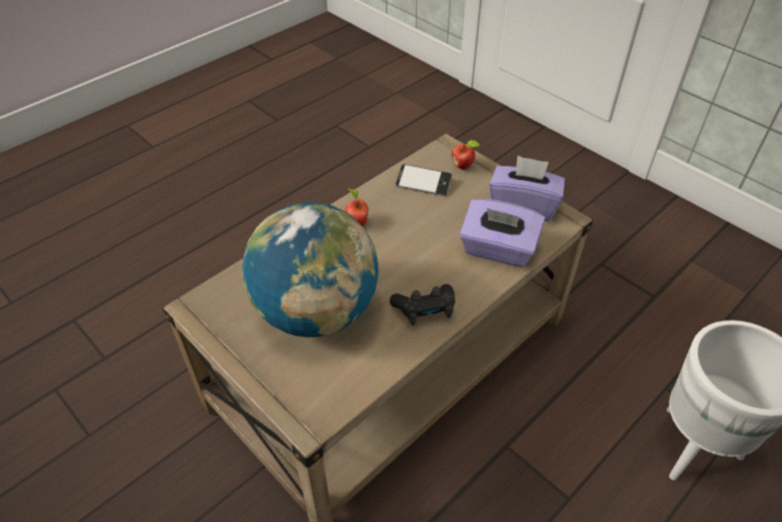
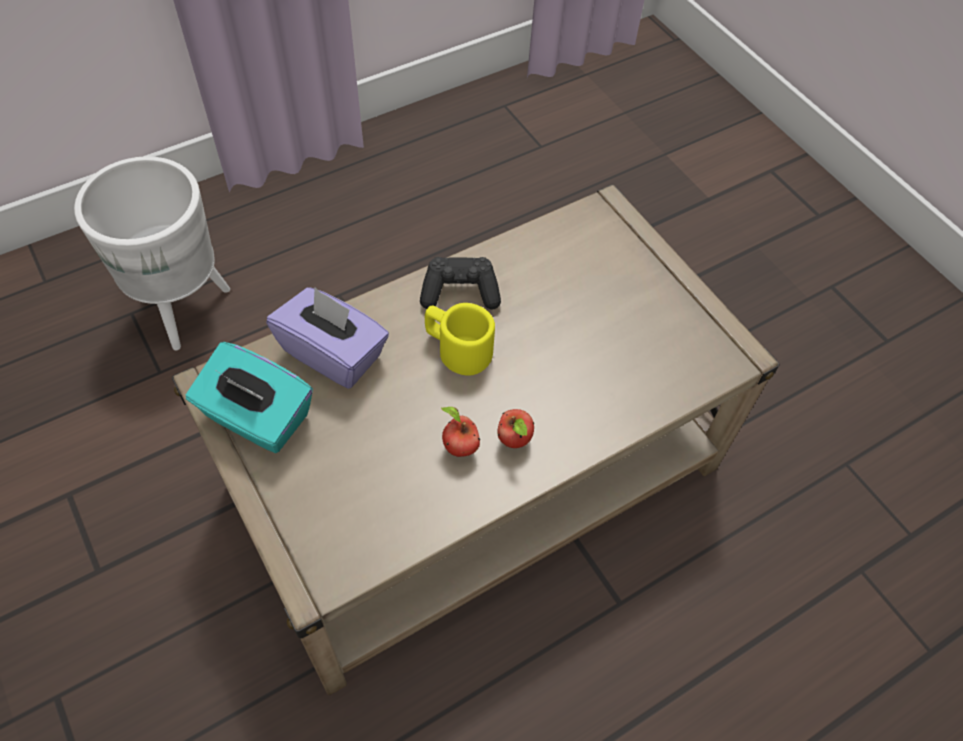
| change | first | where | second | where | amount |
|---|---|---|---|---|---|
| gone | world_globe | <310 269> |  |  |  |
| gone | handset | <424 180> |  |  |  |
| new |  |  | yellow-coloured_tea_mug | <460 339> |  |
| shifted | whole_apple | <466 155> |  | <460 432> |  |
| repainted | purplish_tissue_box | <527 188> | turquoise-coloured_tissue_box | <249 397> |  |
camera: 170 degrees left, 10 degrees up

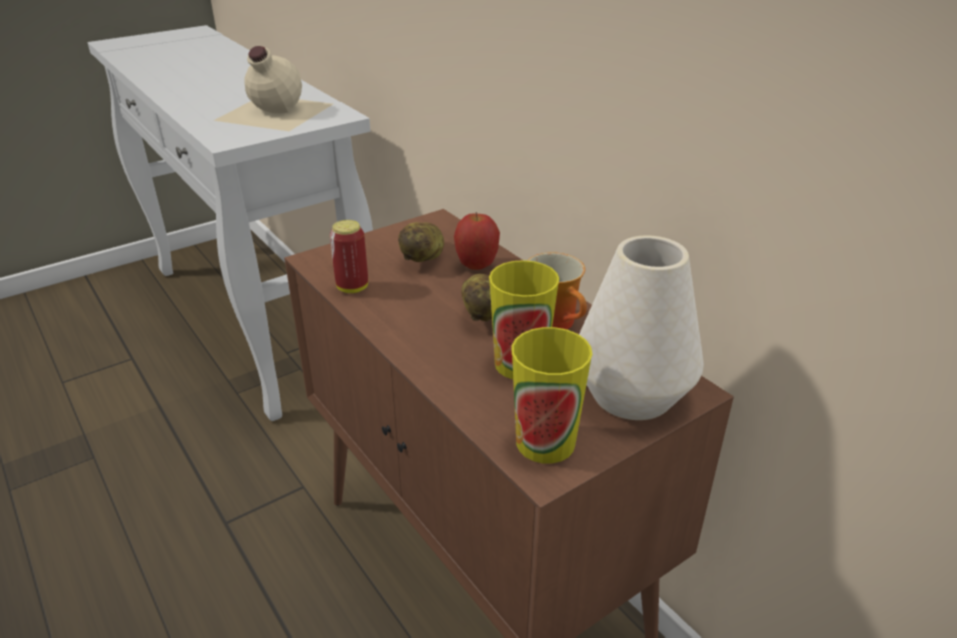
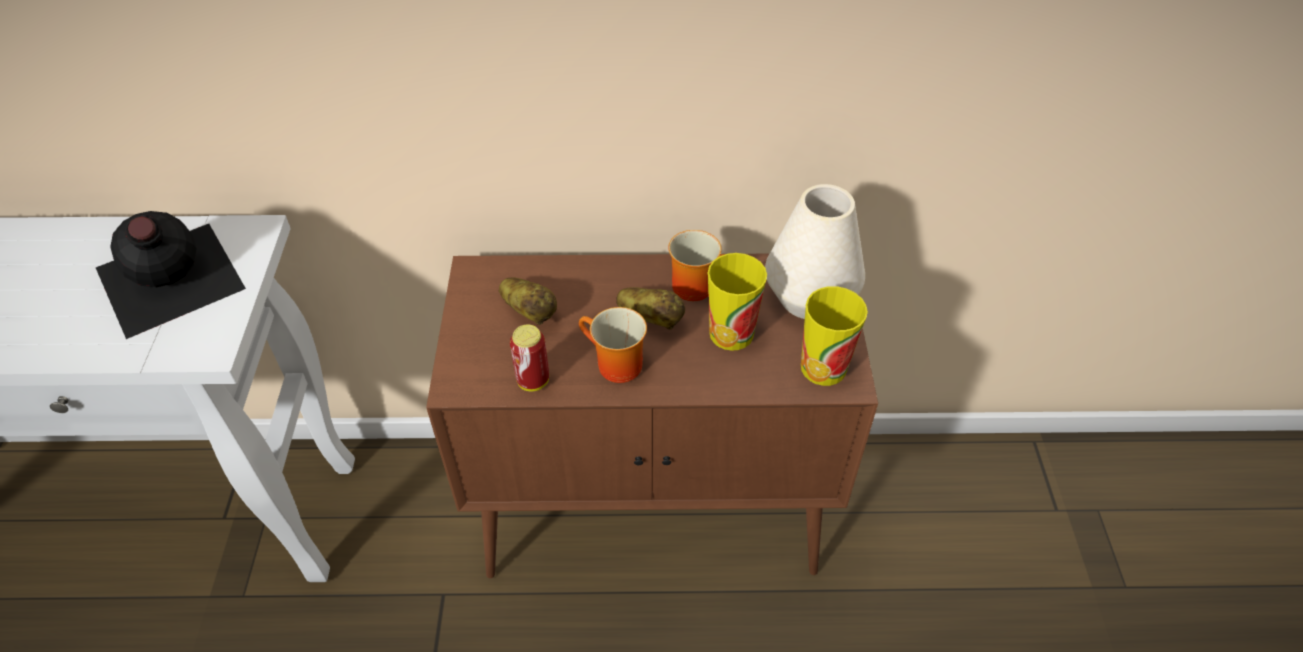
| change | first | where | second | where | amount |
|---|---|---|---|---|---|
| gone | whole_apple | <477 241> |  |  |  |
| new |  |  | tea_mug | <613 345> |  |
| repainted | sand-coloured_bottle | <273 88> | blackish_bottle | <171 275> |  |
camera: 55 degrees left, 15 degrees up

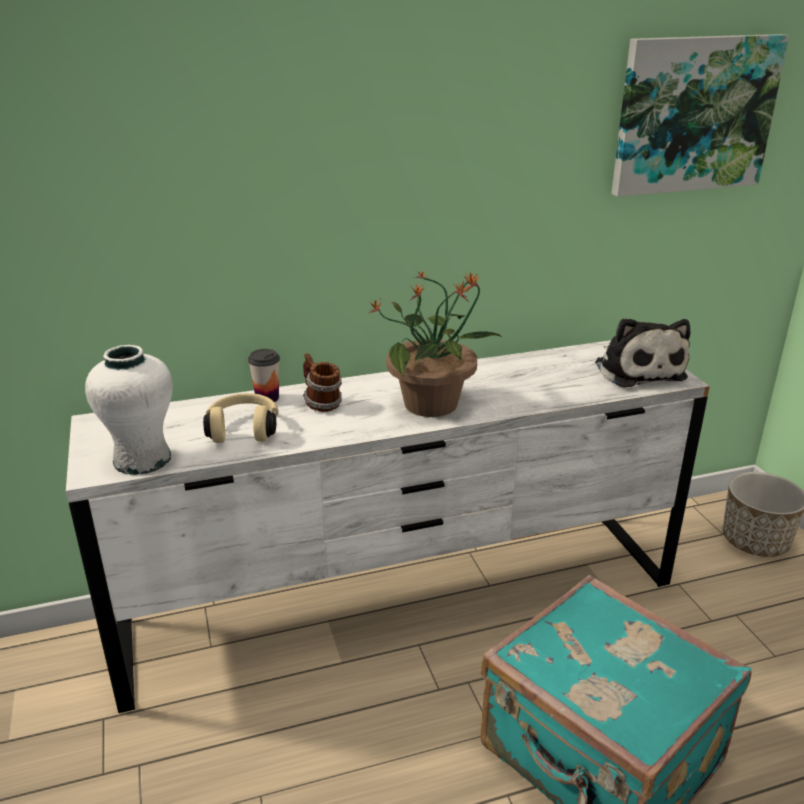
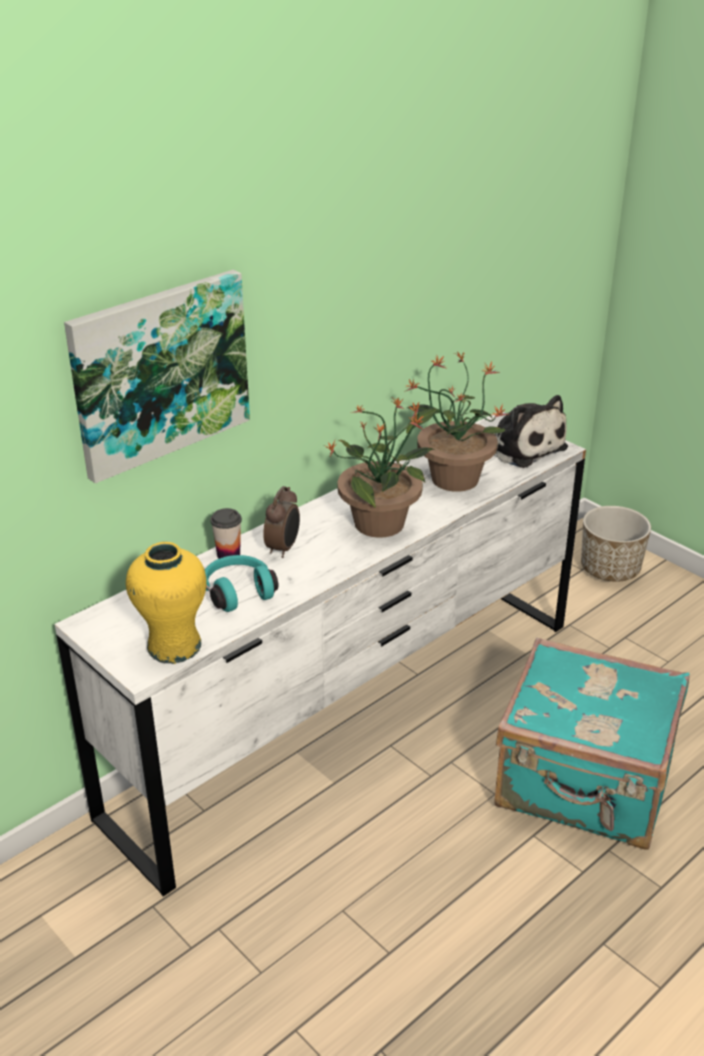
| change | first | where | second | where | amount |
|---|---|---|---|---|---|
| new |  |  | plant_in_a_pot | <456 421> |  |
| shifted | wall_art | <700 115> |  | <157 377> |  |
| swapped | tea_mug | <322 382> | alarm_clock | <281 522> |  |
| repainted | white_vase | <129 410> | yellow-coloured_vase | <166 603> |  |
| repainted | sand-coloured_pair_of_headphones | <241 418> | turquoise-coloured_pair_of_headphones | <241 583> |  |
camera: 25 degrees left, 5 degrees up

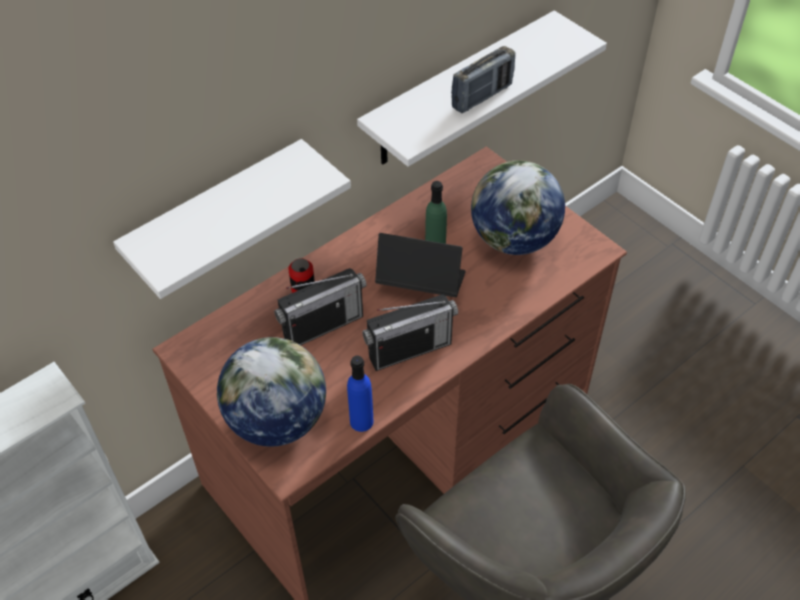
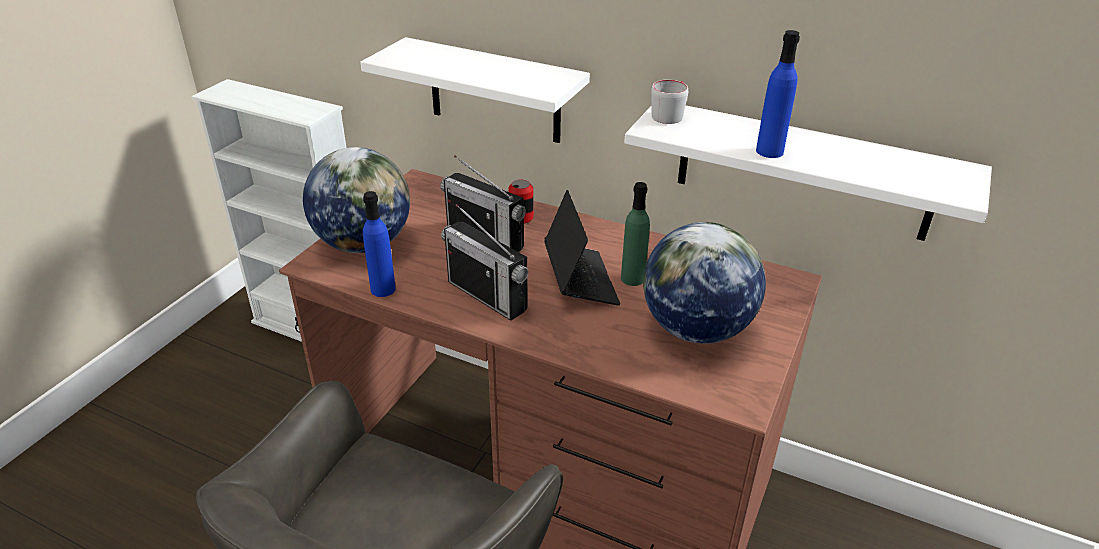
| change | first | where | second | where | amount |
|---|---|---|---|---|---|
| new |  |  | grey_tea_mug | <669 102> |  |
| swapped | radio_receiver | <483 79> | blue_bottle | <778 94> |  |
camera: 65 degrees right, 15 degrees down

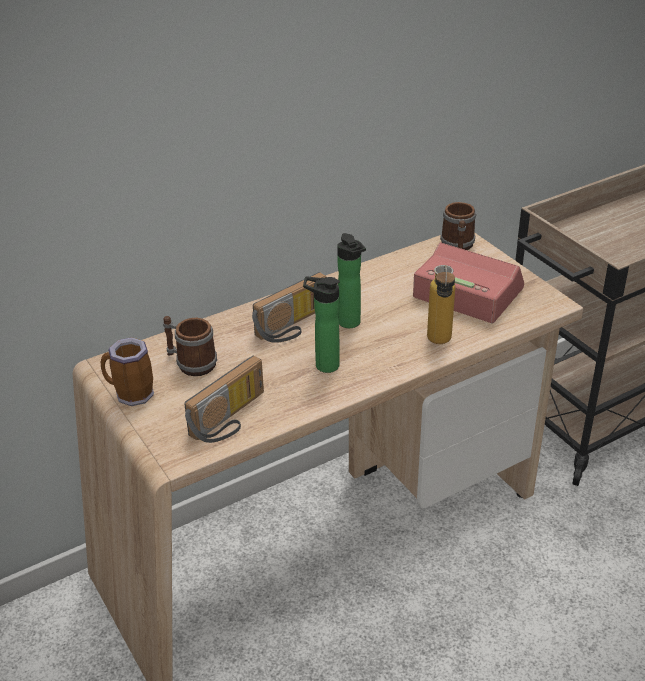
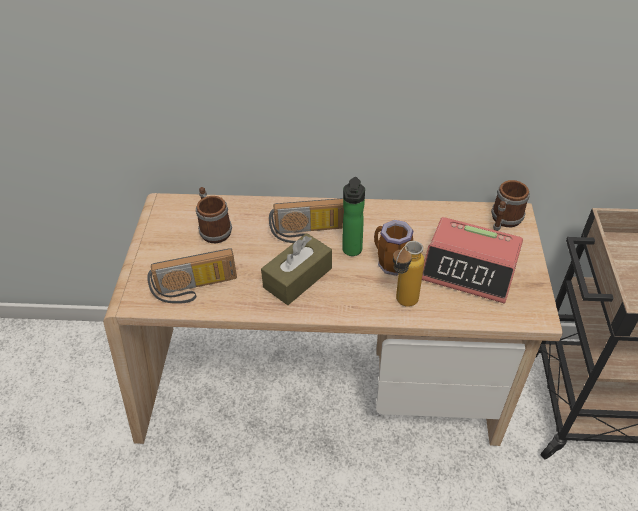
| change | first | where | second | where | amount |
|---|---|---|---|---|---|
| shifted | tea_mug | <127 371> |  | <393 248> |  |
| swapped | bottle | <321 324> | brown-coloured_tissue_box | <296 269> |  |
| rotated | alarm_clock | <468 283> |  | <472 260> | 135 degrees clockwise |
camera: 35 degrees right, 10 degrees up

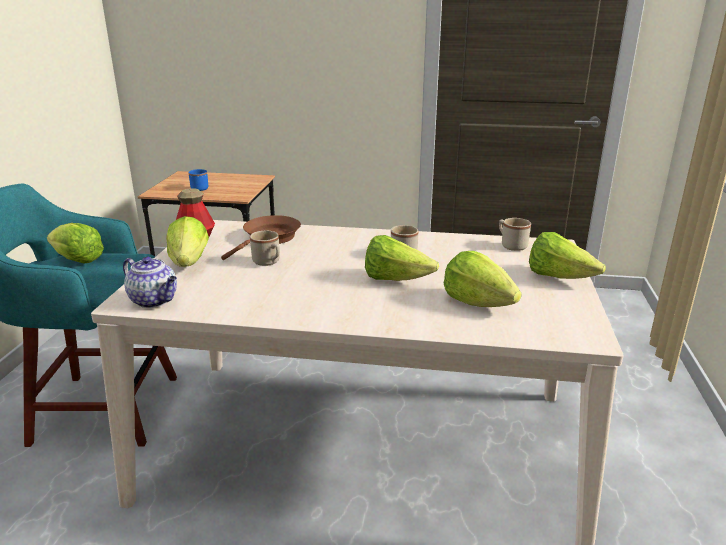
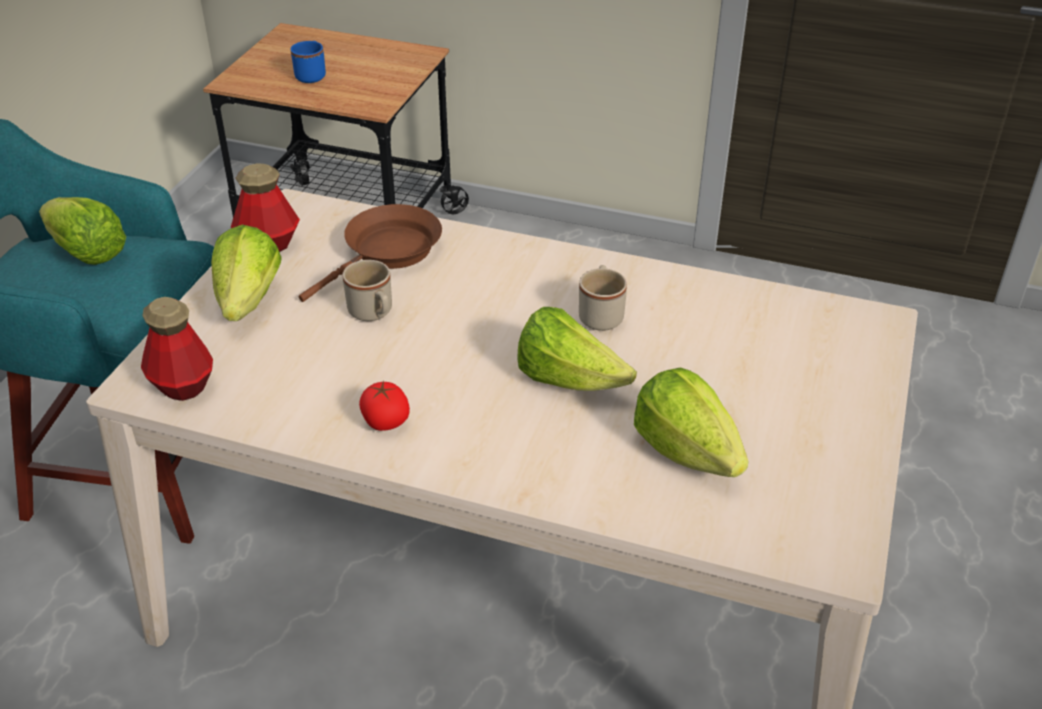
| change | first | where | second | where | amount |
|---|---|---|---|---|---|
| gone | sand-coloured_tea_mug | <515 234> |  |  |  |
| gone | head_of_lettuce | <567 255> |  |  |  |
| new |  |  | fresh_tomato | <384 406> |  |
| swapped | tea_pot | <150 282> | bottle | <177 349> |  |
camera: 10 degrees right, 15 degrees up

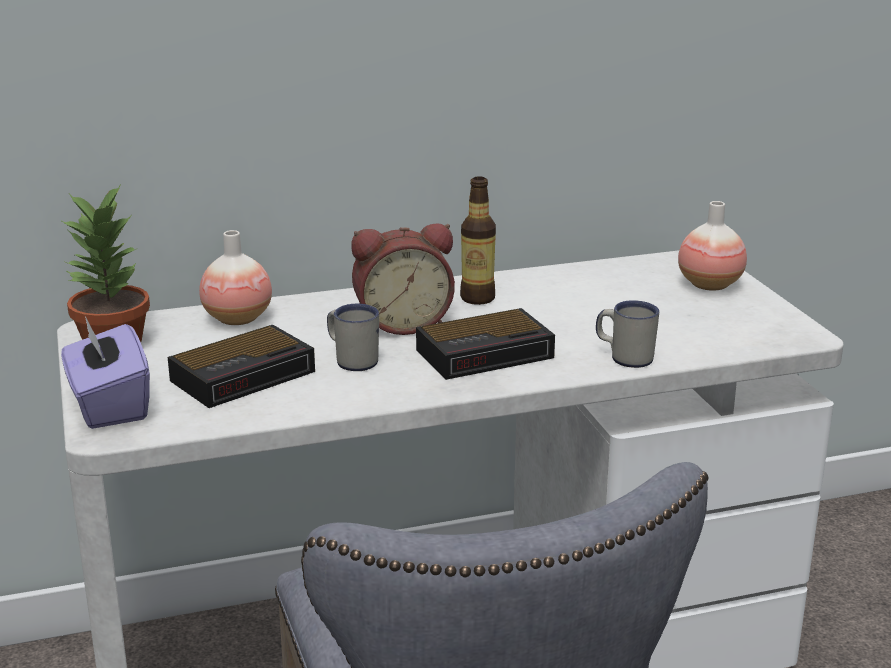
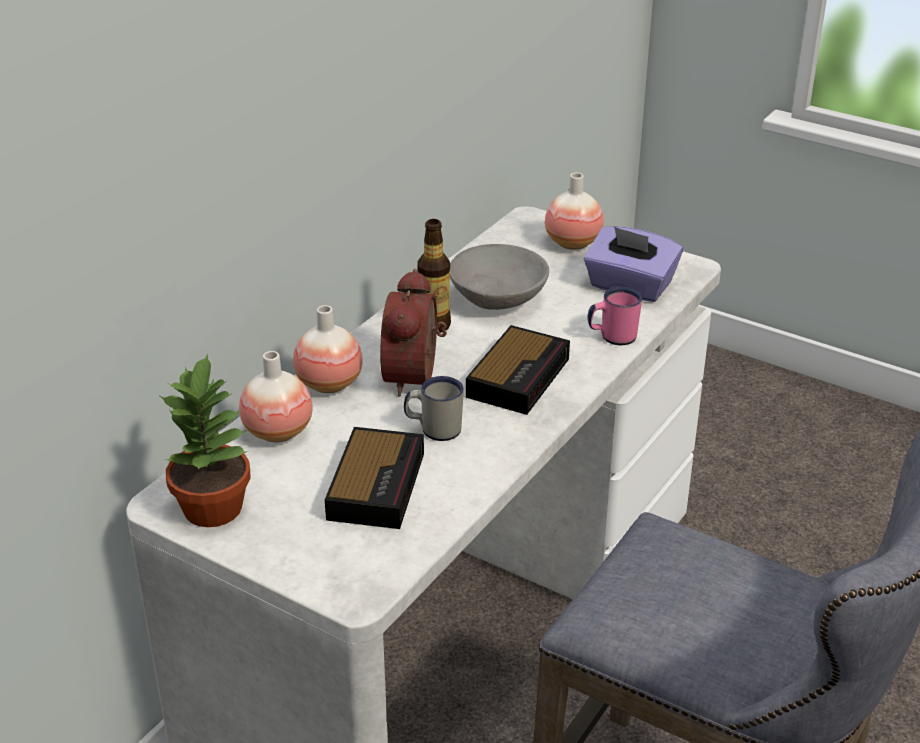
| change | first | where | second | where | amount |
|---|---|---|---|---|---|
| new |  |  | vase | <328 349> |  |
| new |  |  | grey_serving_bowl | <499 277> |  |
| shifted | purplish_tissue_box | <105 372> |  | <633 264> |  |
| repainted | white_tea_mug | <628 334> | pink_tea_mug | <615 316> |  |
| rotated | alarm_clock | <403 279> |  | <413 332> | 150 degrees clockwise |
camera: 40 degrees left, 10 degrees up

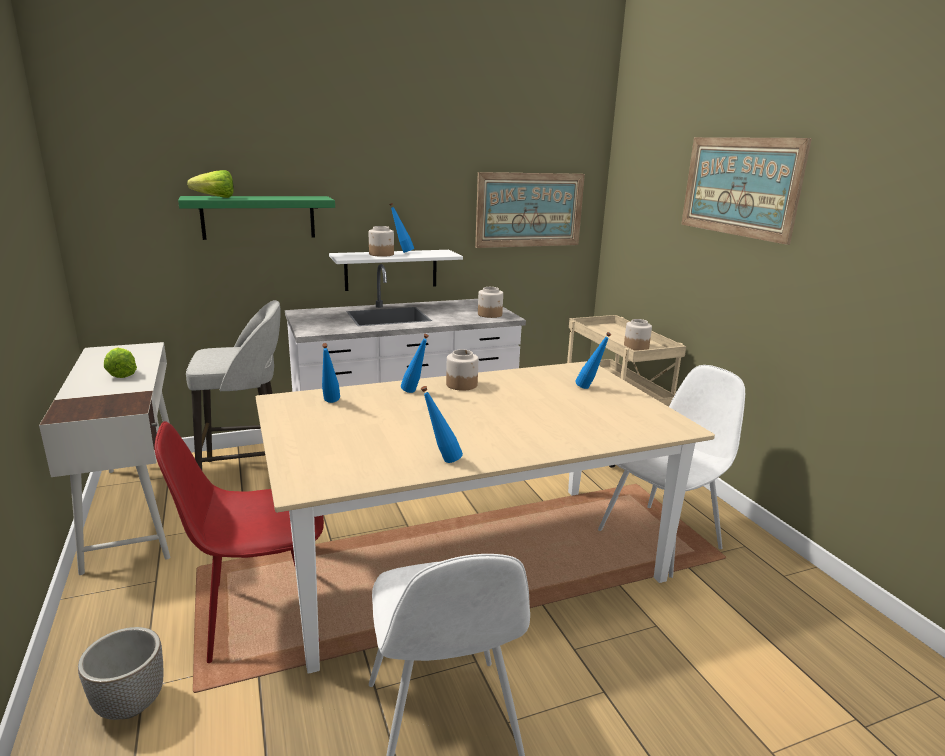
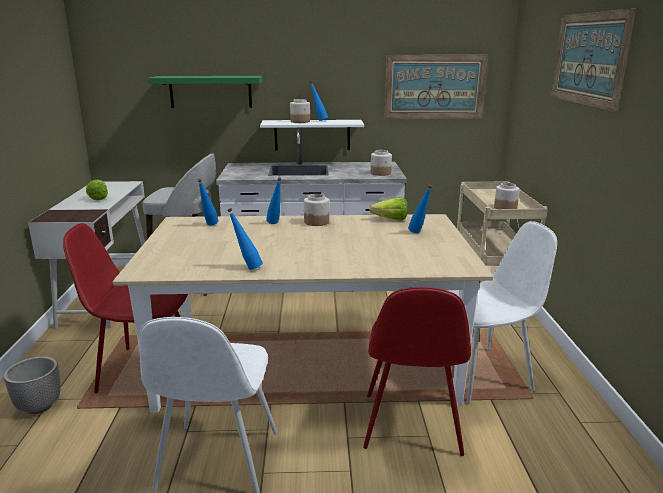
| change | first | where | second | where | amount |
|---|---|---|---|---|---|
| new |  |  | red-coloured_upright_chair | <417 371> |  |
| shifted | head_of_lettuce | <210 184> |  | <388 209> |  |
camera: 20 degrees right, 0 degrees up

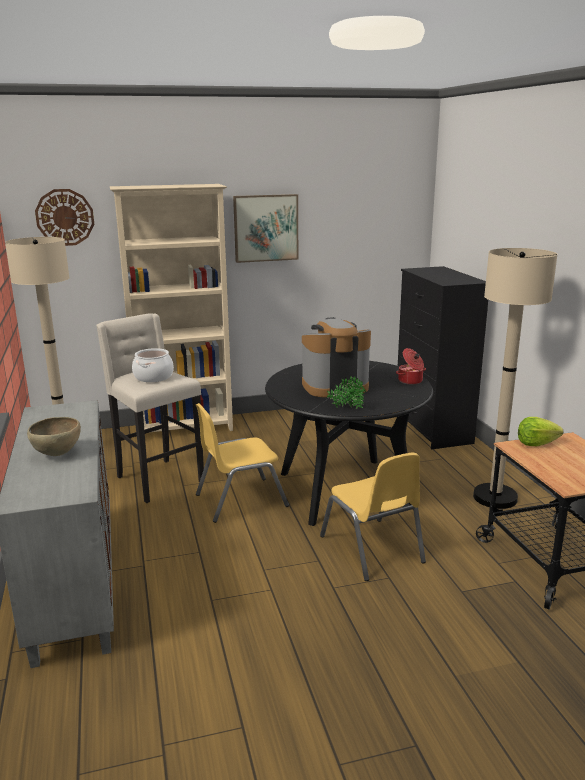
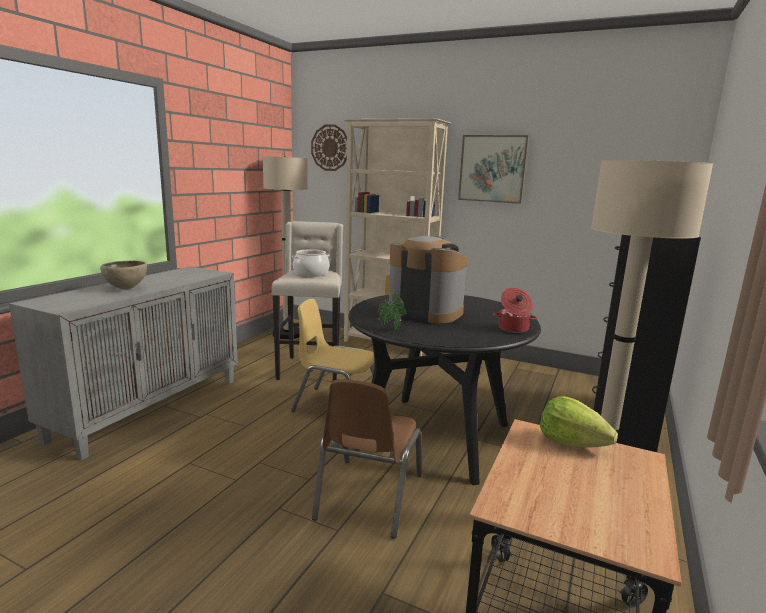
| change | first | where | second | where | amount |
|---|---|---|---|---|---|
| repainted | yellow-coloured_upright_chair | <373 517> | brown-coloured_upright_chair | <367 459> |  |
camera: 40 degrees right, 5 degrees down

